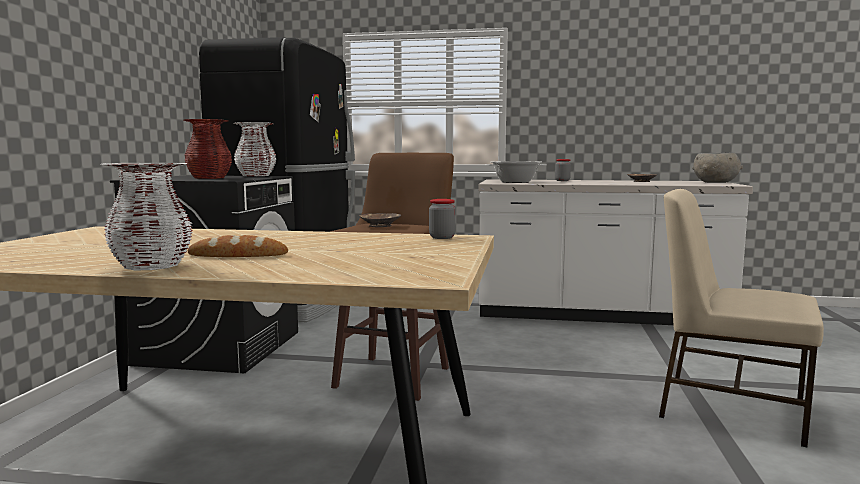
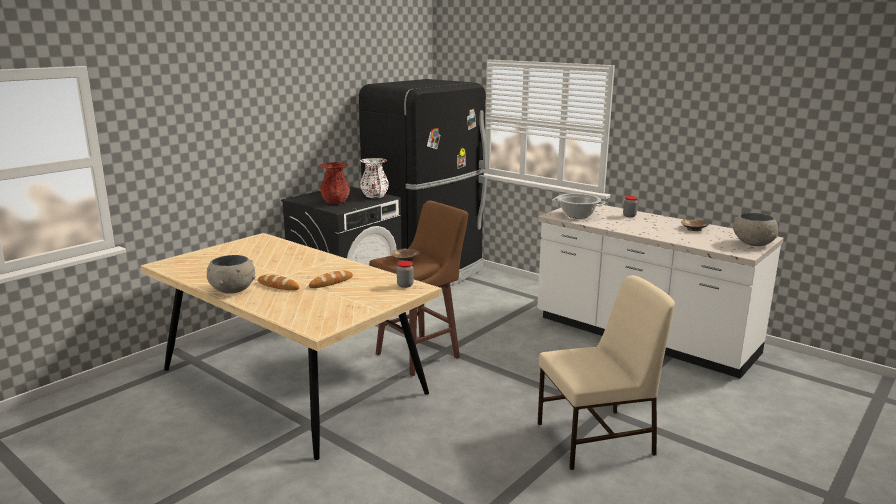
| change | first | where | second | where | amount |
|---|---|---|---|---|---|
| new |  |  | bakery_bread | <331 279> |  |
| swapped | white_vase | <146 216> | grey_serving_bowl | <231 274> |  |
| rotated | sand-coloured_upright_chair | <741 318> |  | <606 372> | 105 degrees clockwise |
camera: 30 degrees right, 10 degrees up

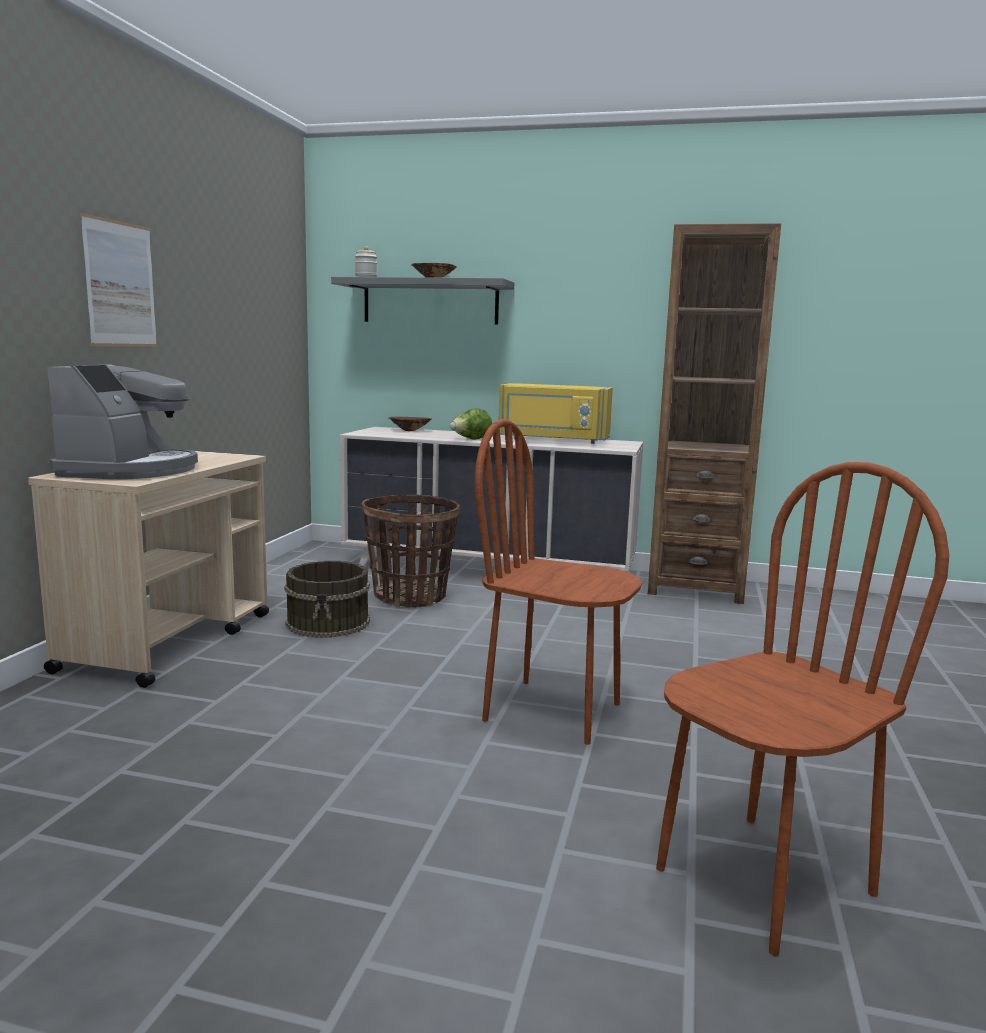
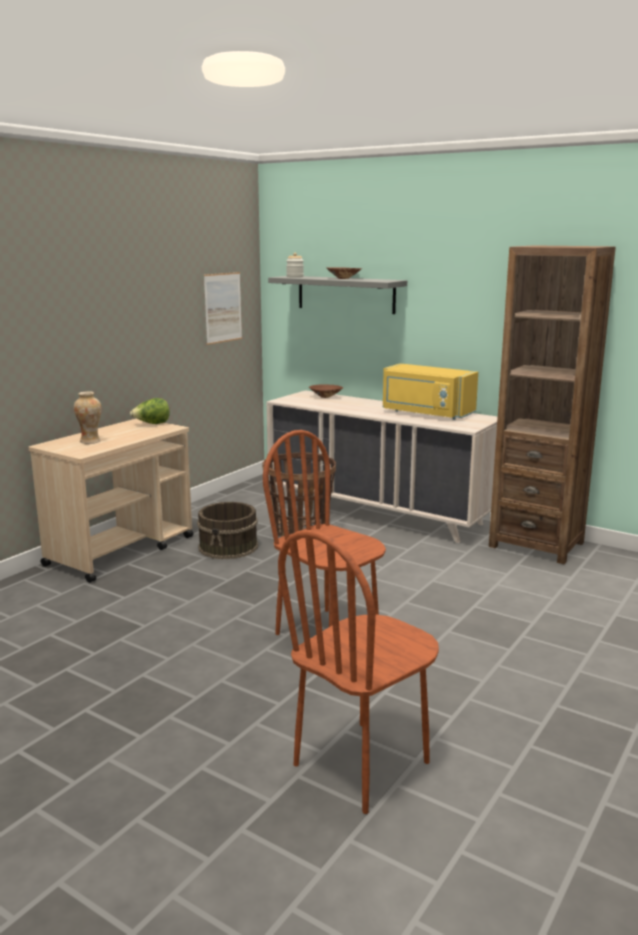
| change | first | where | second | where | amount |
|---|---|---|---|---|---|
| shifted | wall_art | <118 280> |  | <223 308> |  |
| shifted | head_of_lettuce | <471 424> |  | <150 411> |  |
| swapped | coffee_maker | <122 421> | vase | <88 417> |  |
| rotated | brown-coloured_upright_chair | <802 709> |  | <358 672> | 150 degrees clockwise |
camera: 20 degrees right, 5 degrees up

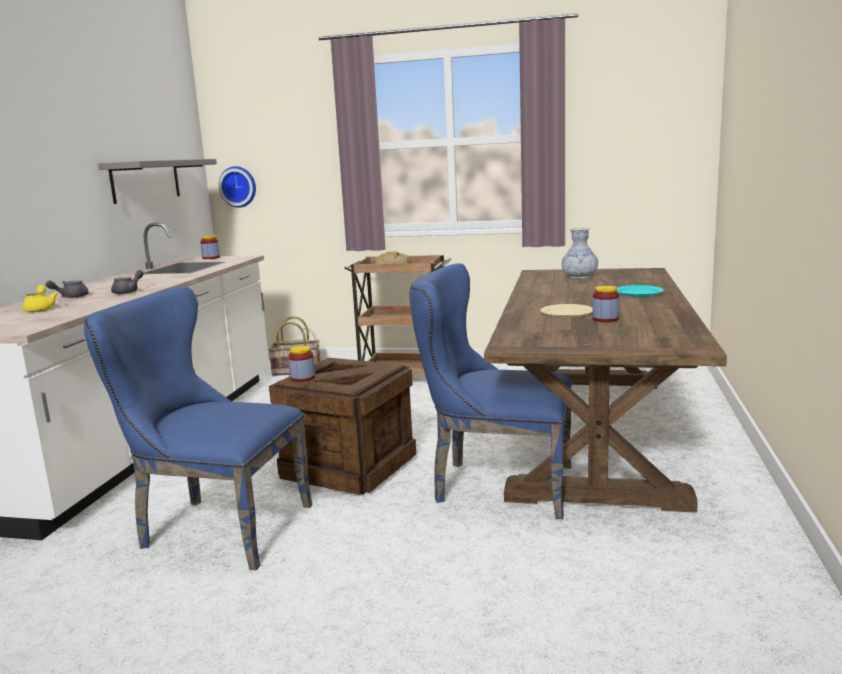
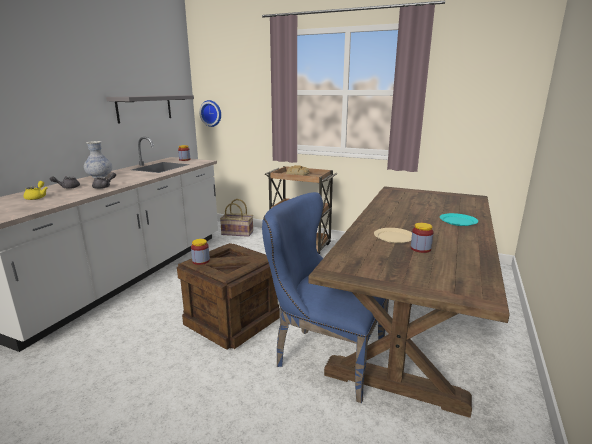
| change | first | where | second | where | amount |
|---|---|---|---|---|---|
| gone | blue_upright_chair | <198 428> |  |  |  |
| shifted | vase | <579 253> |  | <98 159> |  |
camera: 10 degrees right, 5 degrees up

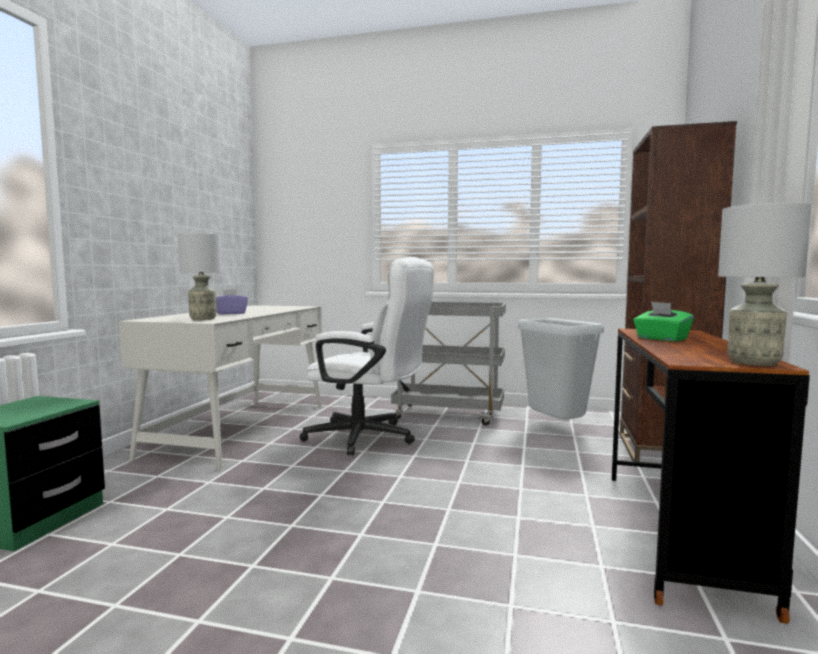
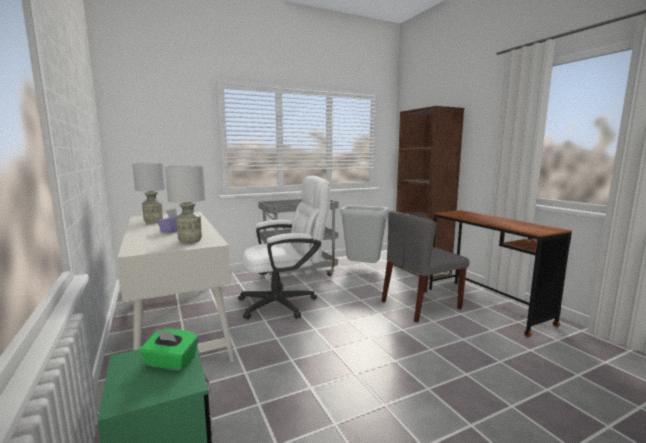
| change | first | where | second | where | amount |
|---|---|---|---|---|---|
| new |  |  | grey_upright_chair | <425 266> |  |
| shifted | green-coloured_tissue_box | <663 321> |  | <168 350> |  |
| shifted | grey_lamp_for_a_table | <764 284> |  | <149 193> |  |
camera: 40 degrees left, 5 degrees up

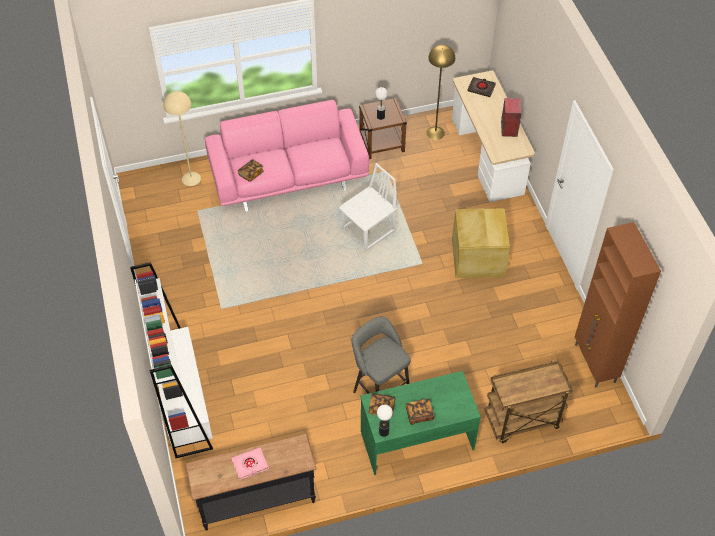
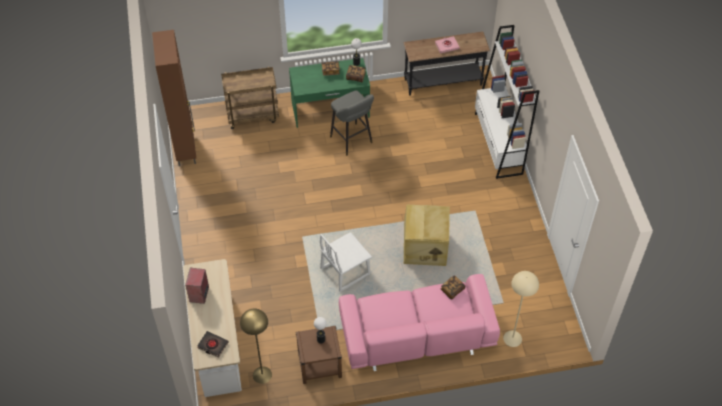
| change | first | where | second | where | amount |
|---|---|---|---|---|---|
| shifted | sand-coloured_storage_box | <481 243> |  | <427 235> |  |
camera: 175 degrees left, 0 degrees up

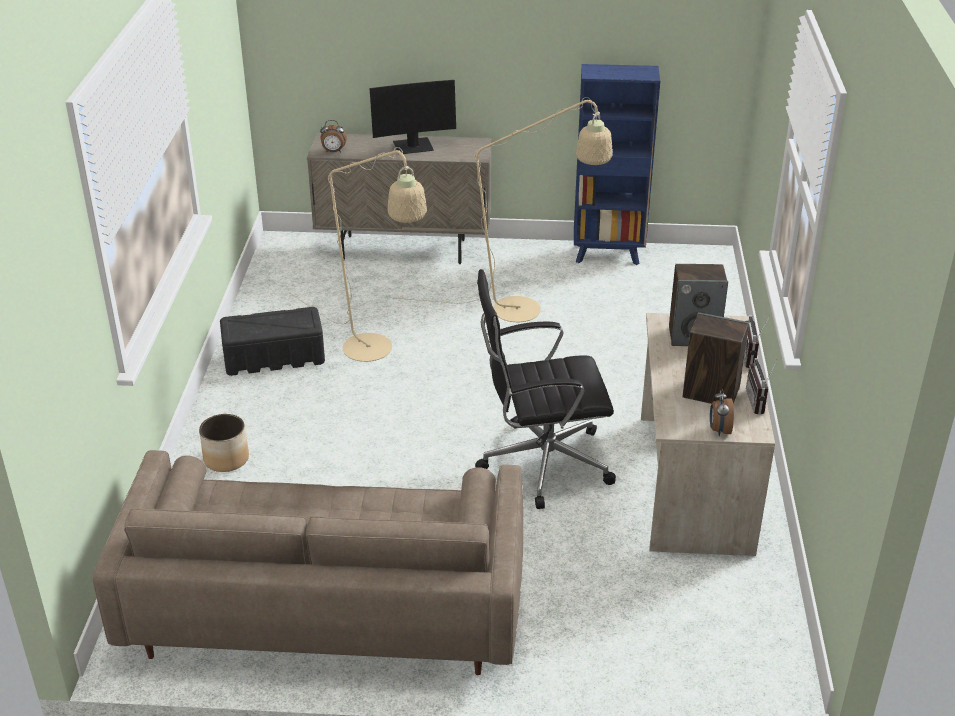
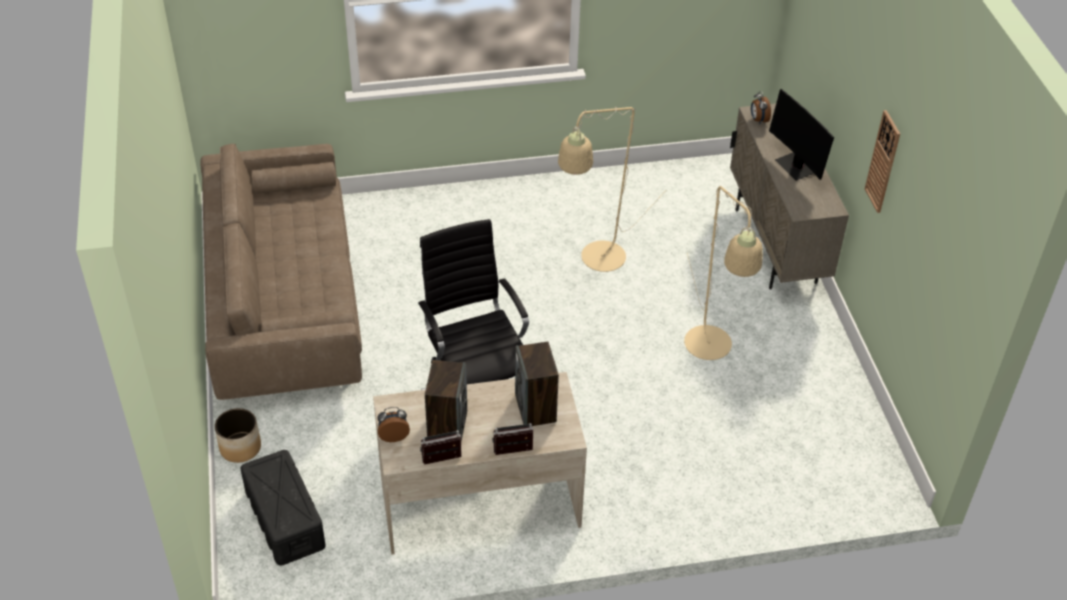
| change | first | where | second | where | amount |
|---|---|---|---|---|---|
| gone | blue_bookshelf | <617 164> |  |  |  |
| new |  |  | clock_on_the_wall | <882 161> |  |
| shifted | flower_pot | <224 443> |  | <238 435> |  |
| shifted | blackish_storage_box | <272 341> |  | <283 508> |  |
camera: 75 degrees right, 10 degrees up

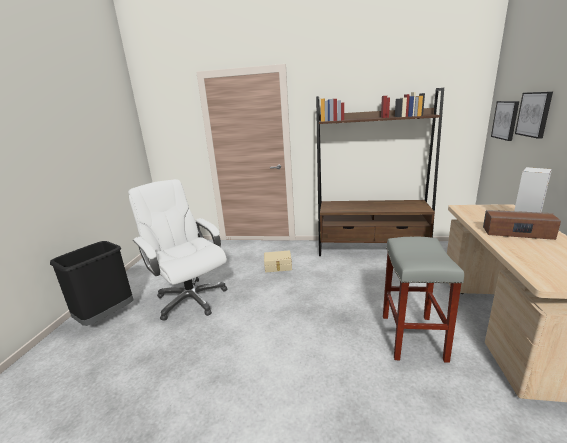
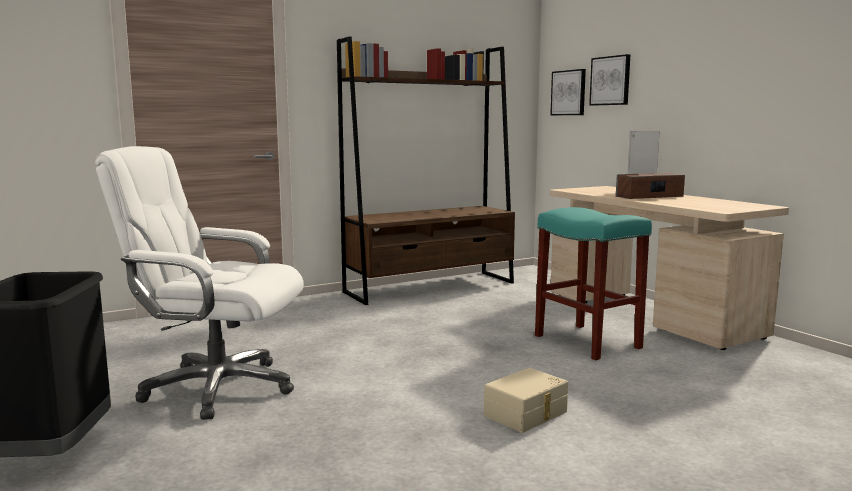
| change | first | where | second | where | amount |
|---|---|---|---|---|---|
| shifted | sand-coloured_storage_box | <278 261> |  | <526 400> |  |
| repainted | grey_stool | <423 300> | turquoise-coloured_stool | <593 283> |  |
camera: 40 degrees left, 10 degrees down

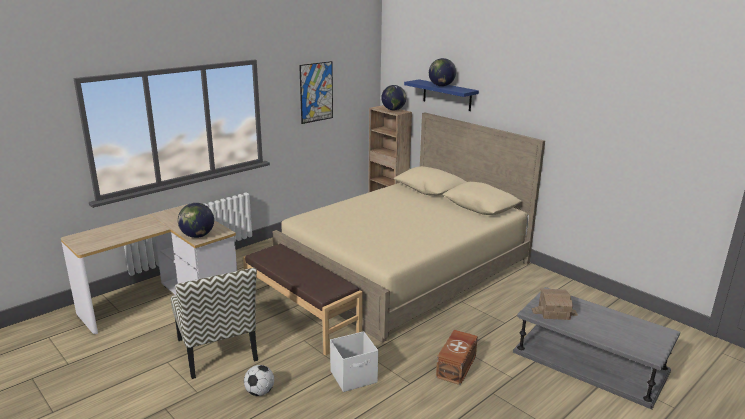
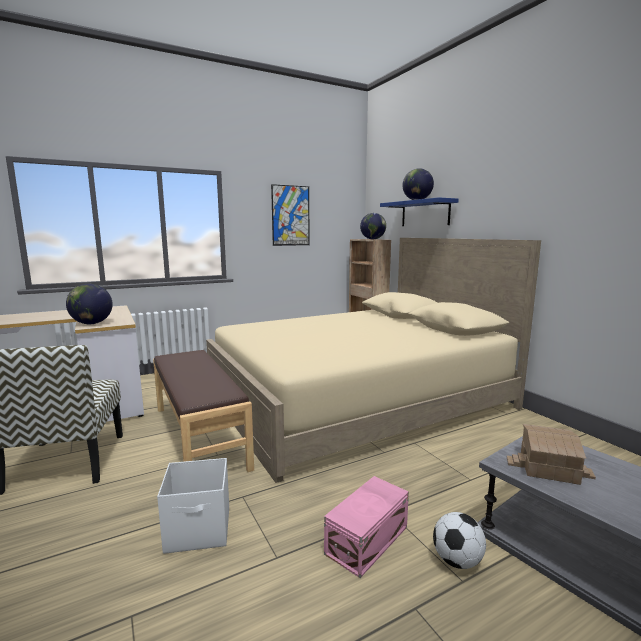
| change | first | where | second | where | amount |
|---|---|---|---|---|---|
| shifted | football | <259 380> |  | <459 540> |  |
| repainted | brown-coloured_storage_box | <457 357> | pink_storage_box | <366 527> |  |
camera: 15 degrees right, 10 degrees down

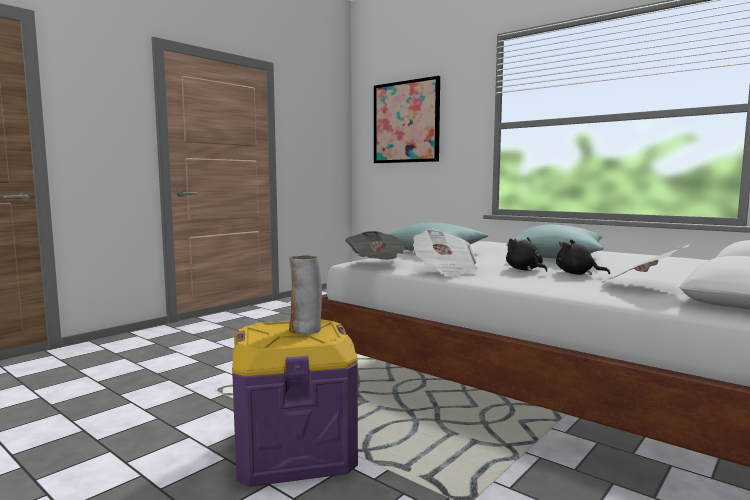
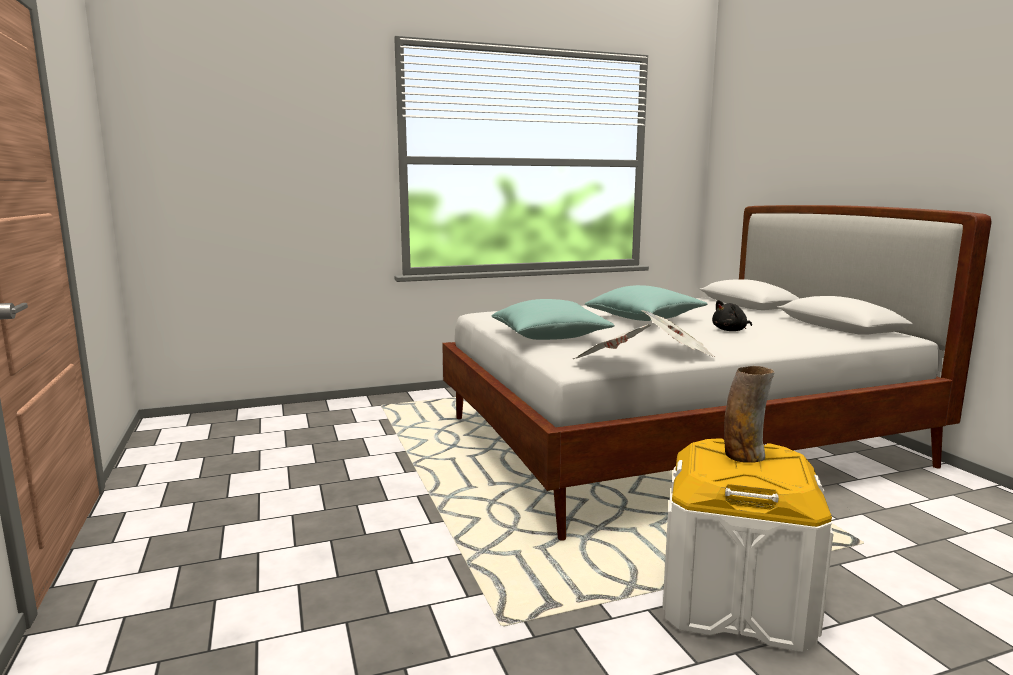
| change | first | where | second | where | amount |
|---|---|---|---|---|---|
| gone | wall_art | <407 119> |  |  |  |
| gone | blackish_soft_toy | <526 254> |  |  |  |
| gone | daily_paper | <645 263> |  |  |  |
| repainted | purplish_storage_box | <295 403> | white_storage_box | <748 545> |  |
camera: 60 degrees left, 5 degrees up

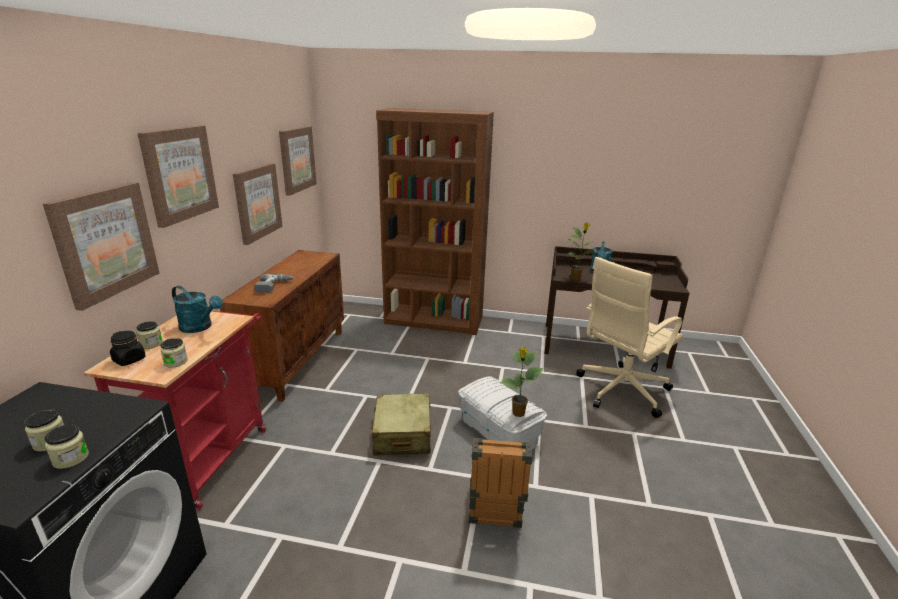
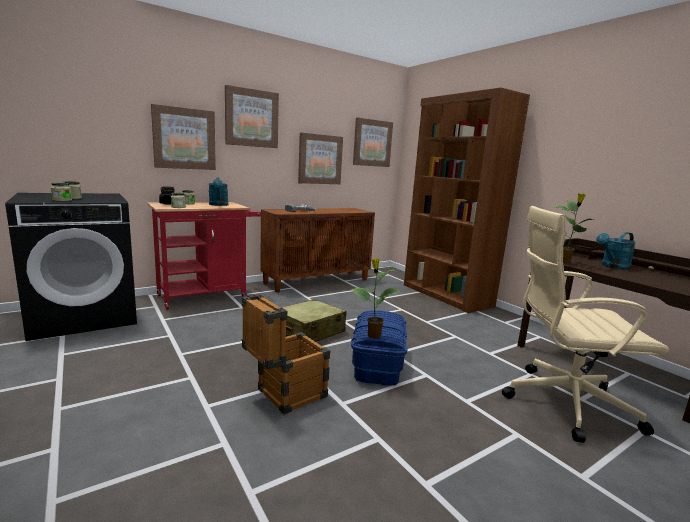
| change | first | where | second | where | amount |
|---|---|---|---|---|---|
| repainted | white_storage_box | <502 412> | blue_storage_box | <379 348> |  |
camera: 45 degrees right, 10 degrees down

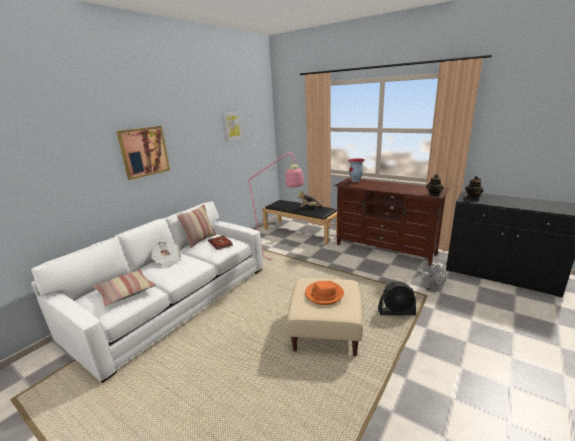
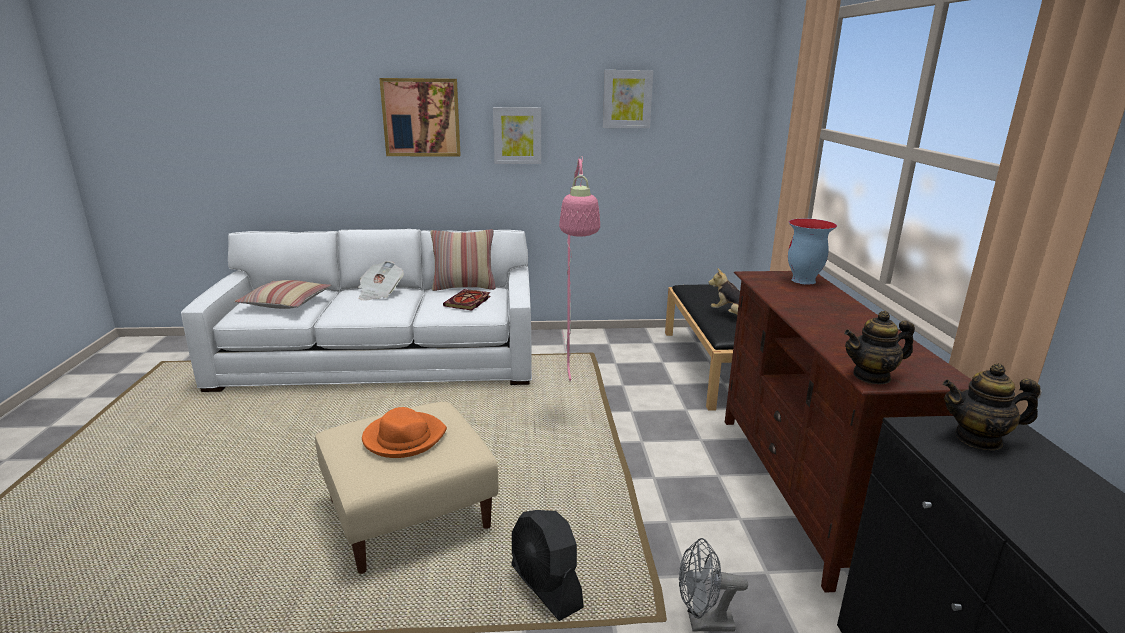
| change | first | where | second | where | amount |
|---|---|---|---|---|---|
| new |  |  | wall_art | <517 135> |  |
camera: 50 degrees right, 0 degrees up

